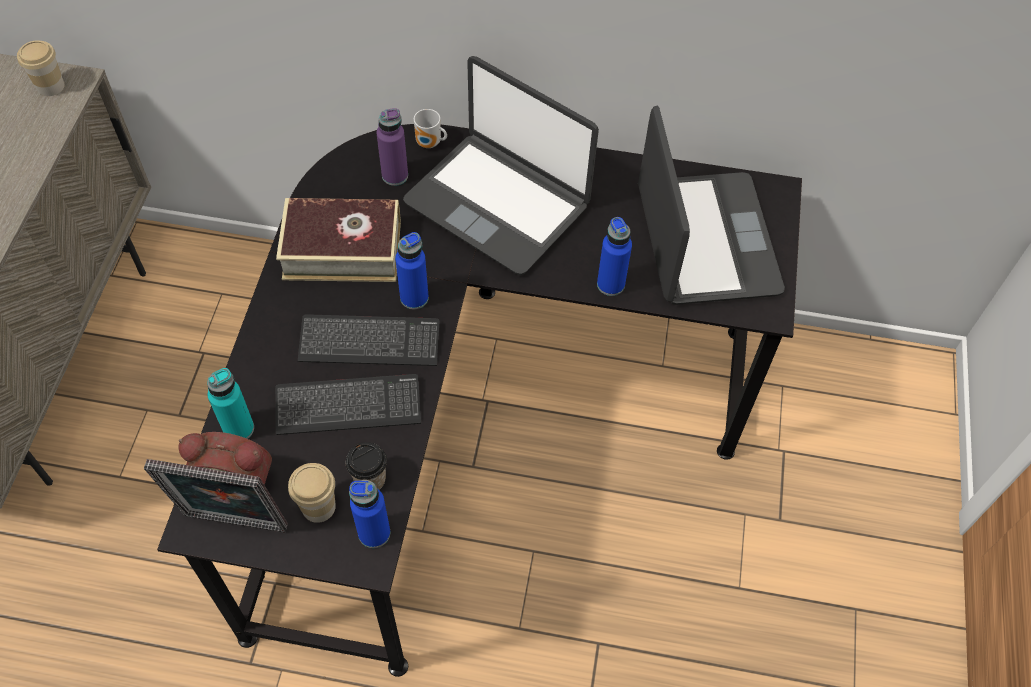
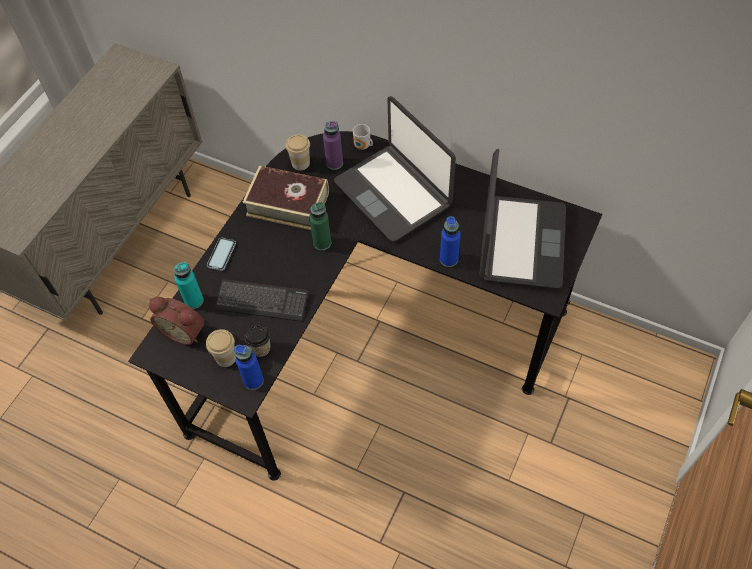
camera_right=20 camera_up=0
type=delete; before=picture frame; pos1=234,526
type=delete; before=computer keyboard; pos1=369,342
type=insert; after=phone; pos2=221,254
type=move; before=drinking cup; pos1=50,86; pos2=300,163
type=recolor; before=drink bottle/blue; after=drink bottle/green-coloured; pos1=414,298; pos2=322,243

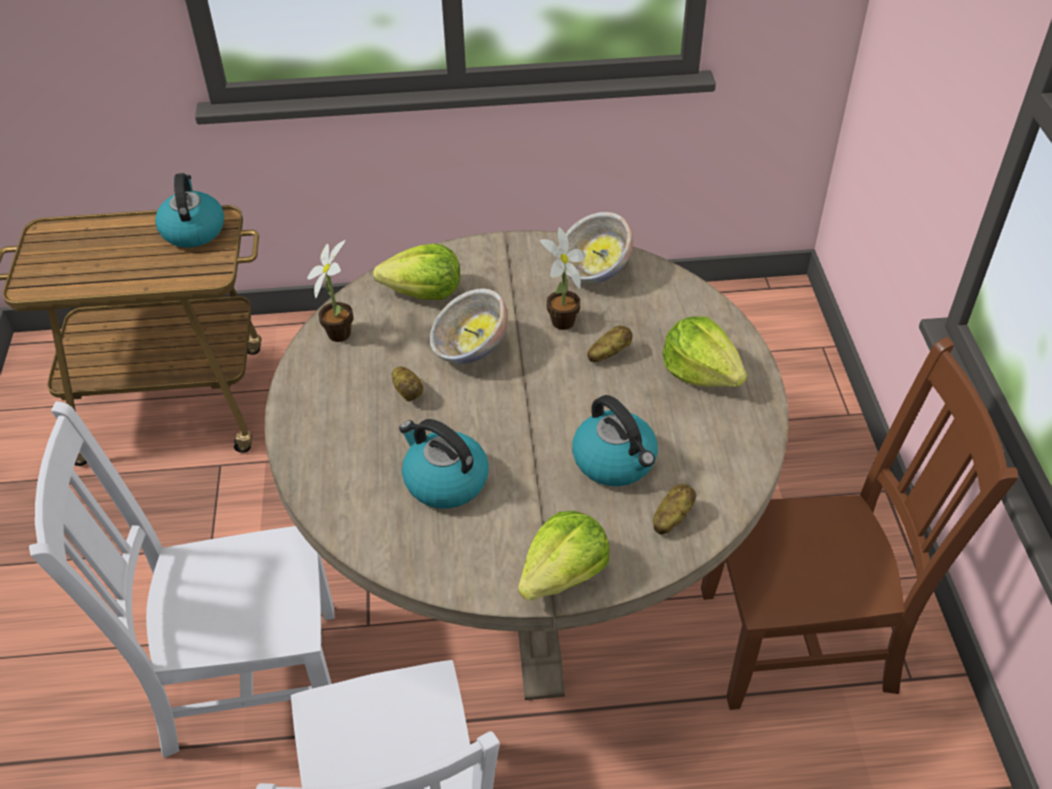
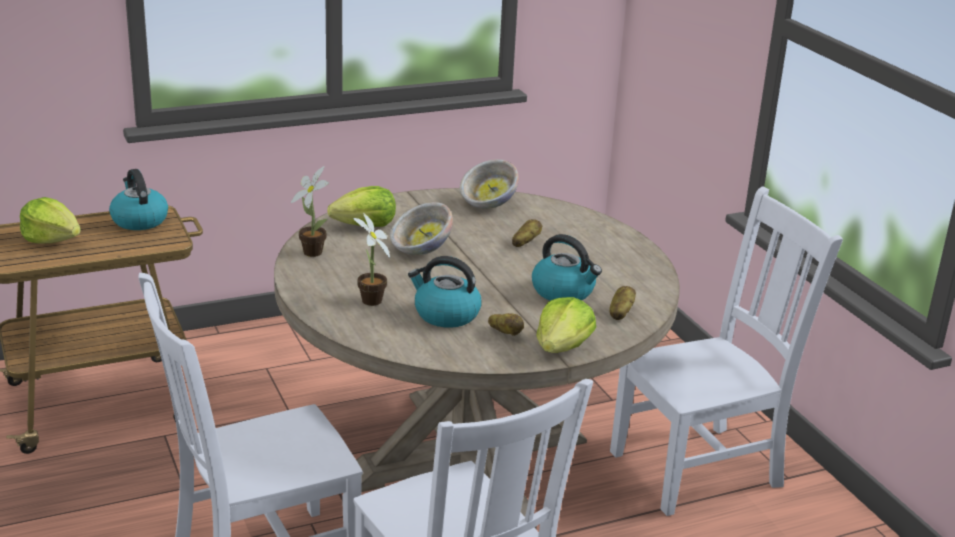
camera_right=-20 camera_up=-20
type=move; before=spud; pos1=408,392; pos2=505,333
type=move; before=houseplant; pos1=560,324; pos2=370,302
type=move; before=lettuce; pos1=701,371; pos2=52,239
type=recolor; before=chair/brown-coloured; after=chair/whitish; pos1=804,639; pos2=701,468

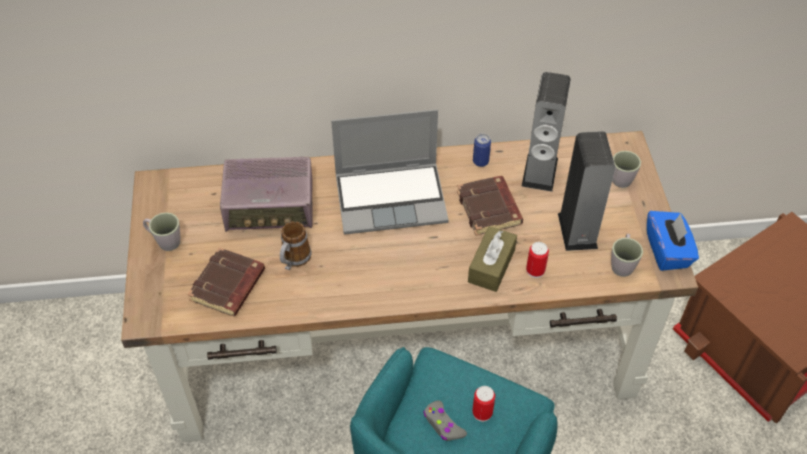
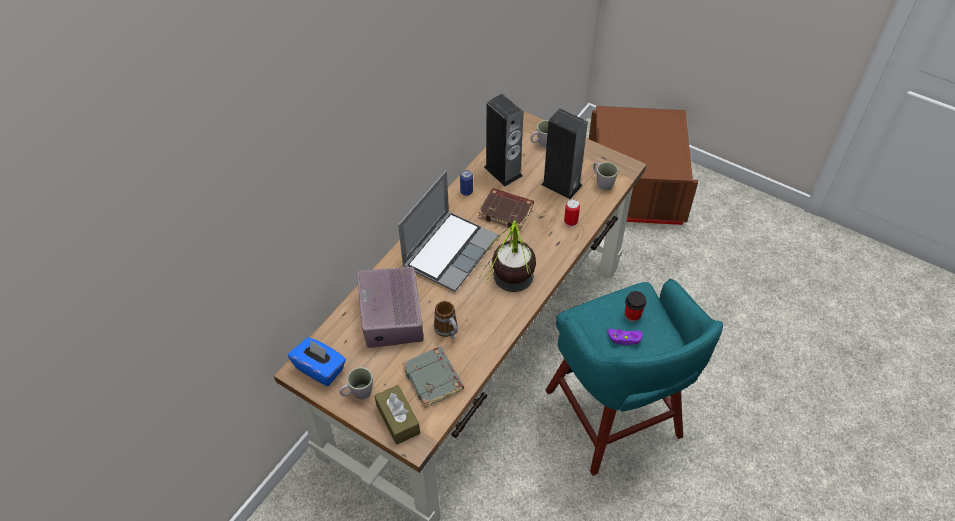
camera_right=-50 camera_up=0
type=insert; after=houseplant; pos2=509,295
type=move; before=tissue box/brown-coloured; pos1=491,266; pos2=398,419
type=move; before=tissue box/blue; pos1=667,251; pos2=320,369
type=replace; before=metal can; after=drinking cup; pos1=482,413; pos2=632,315
type=recolor; before=volume/brown-coloured; after=volume/greyish; pos1=228,286; pos2=434,379
type=recolor; before=joypad/greyish; after=joypad/purple-coloured; pos1=443,425; pos2=624,338
type=rotate; before=radio; pos1=270,207; pos2=391,317; turn=135

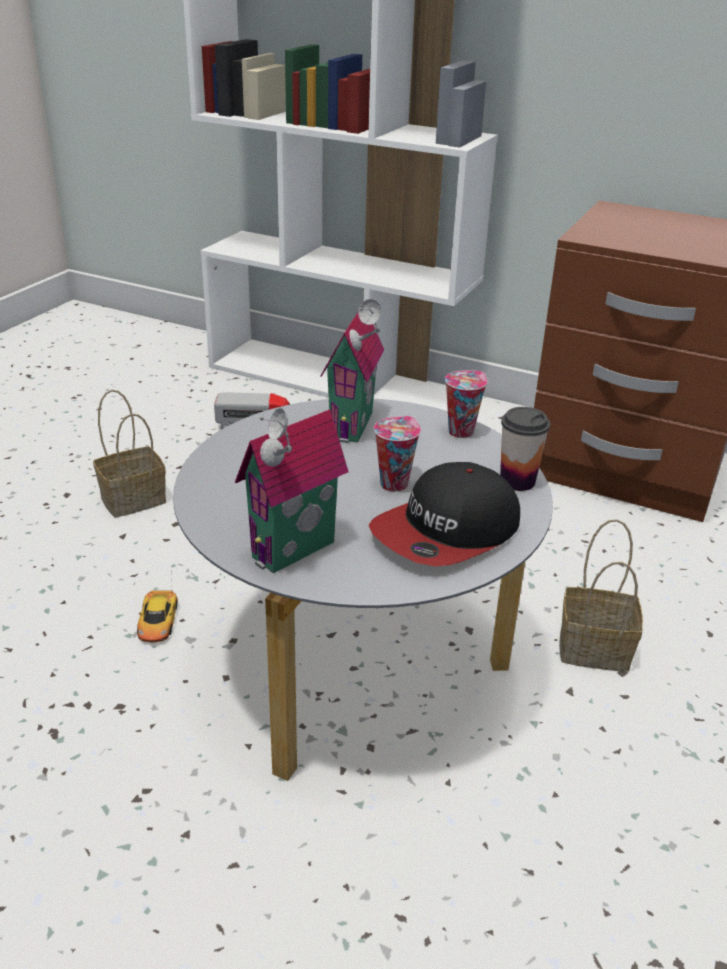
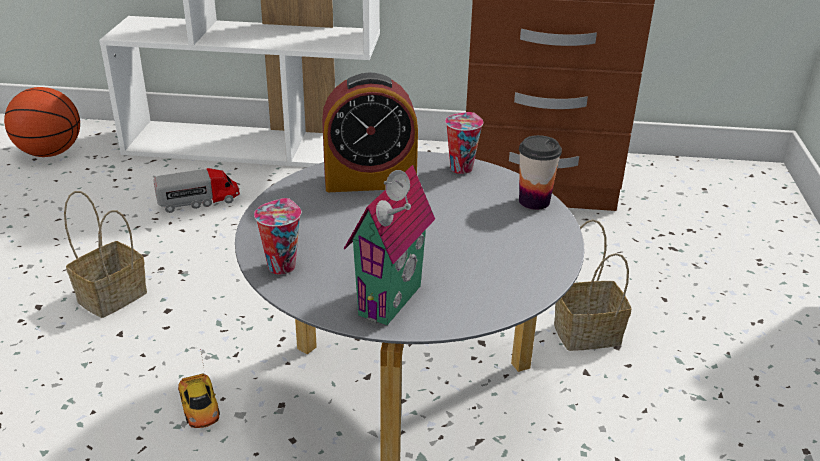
camera_right=-20 camera_up=0
type=delete; before=cap; pos1=447,532
type=insert; after=ball for basketball; pos2=50,153
type=move; before=drinking cup; pos1=394,483; pos2=281,265
type=replace; before=toy house; after=table clock; pos1=356,426; pos2=370,180

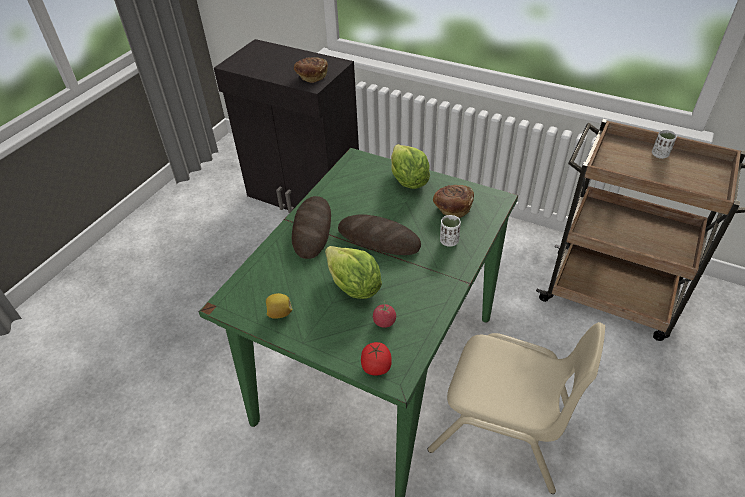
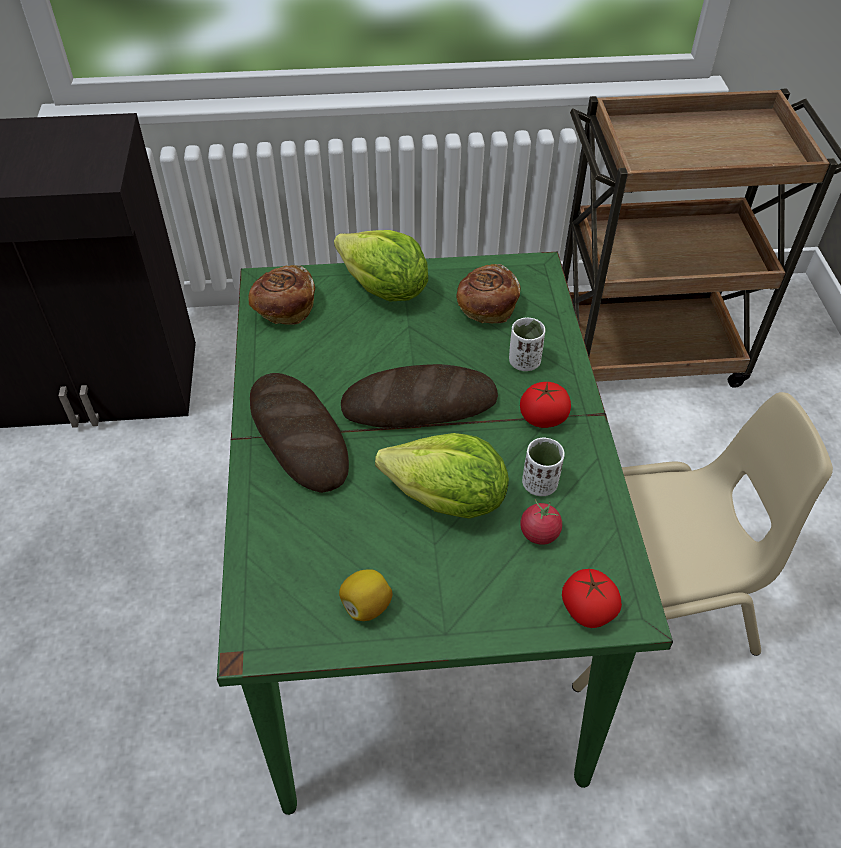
camera_right=-35 camera_up=5
type=insert; after=tomato; pos2=543,418
type=move; before=bread; pos1=311,76; pos2=284,309
type=move; before=drinking cup/whitish; pos1=660,155; pos2=539,484

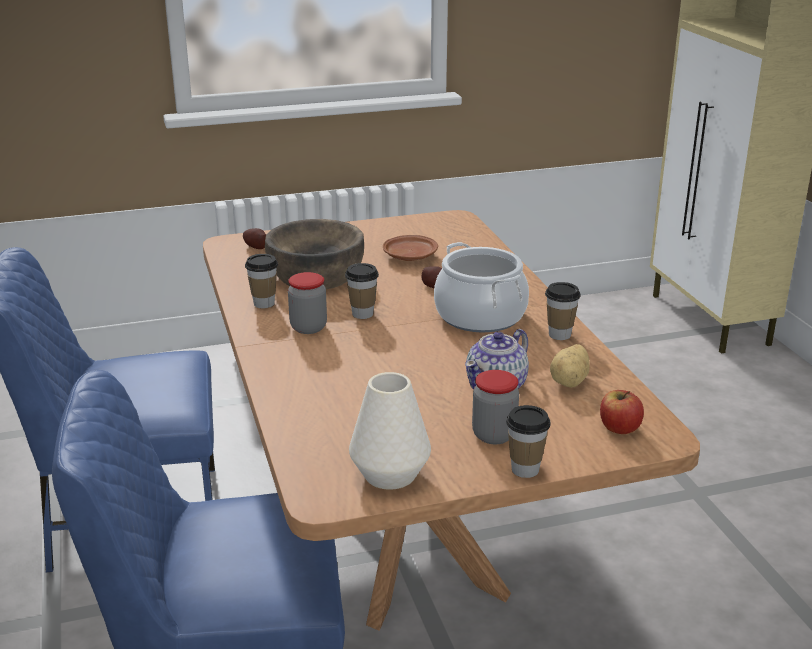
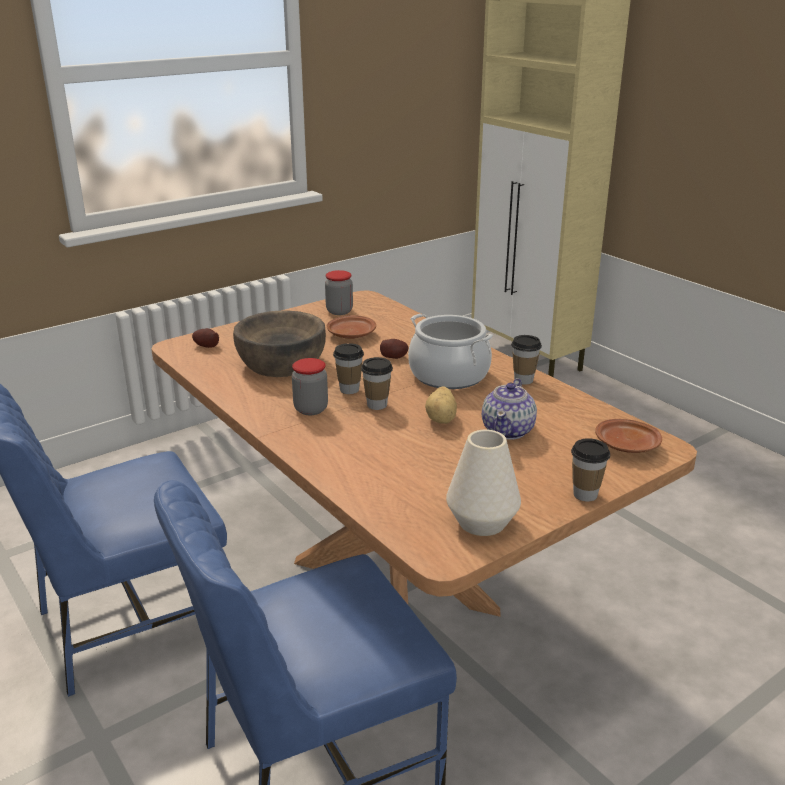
camera_right=-20 camera_up=0
type=move; before=drinking cup; pos1=264,303; pos2=377,405
type=move; before=storage jar; pos1=494,435; pos2=339,311
type=move; before=spud; pos1=570,381; pos2=442,419
type=replace; before=whole apple; after=flat dish/brown-coloured; pos1=619,428; pos2=627,446

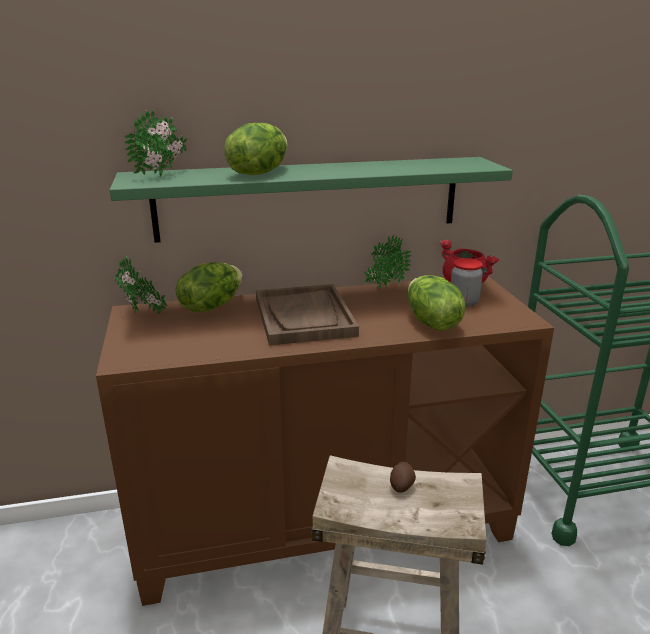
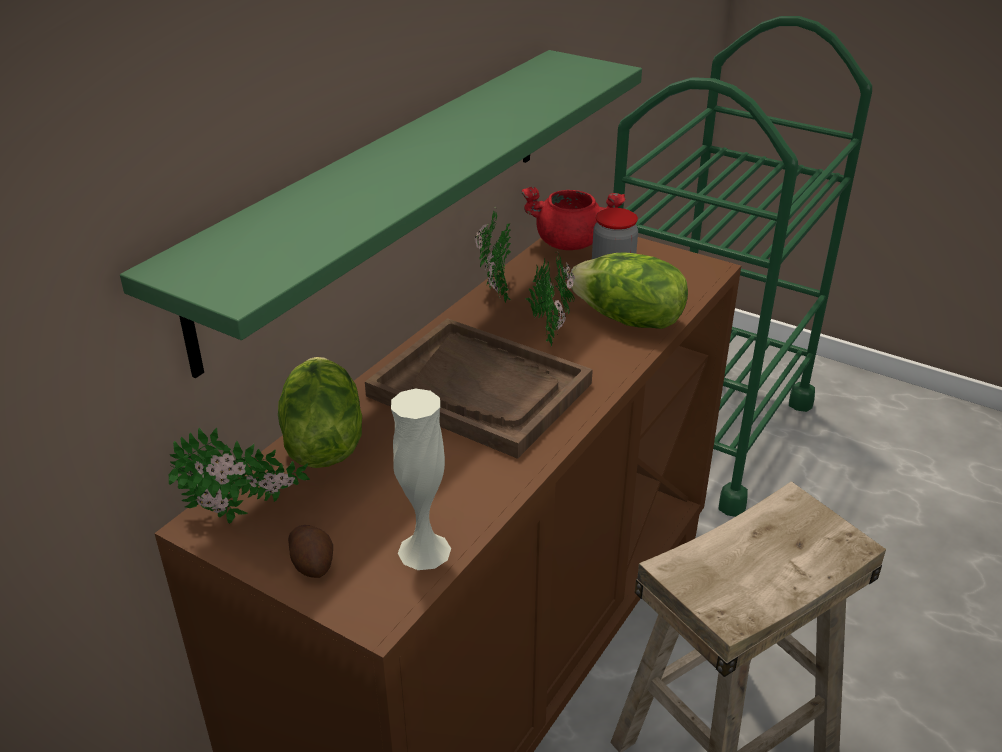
camera_right=-45 camera_up=10
type=delete; before=lettuce; pos1=258,173
type=insert; after=decorative vase/whitish; pos2=424,550
type=move; before=houseplant; pos1=163,175; pos2=548,329
type=move; before=spud; pos1=402,484; pos2=312,562

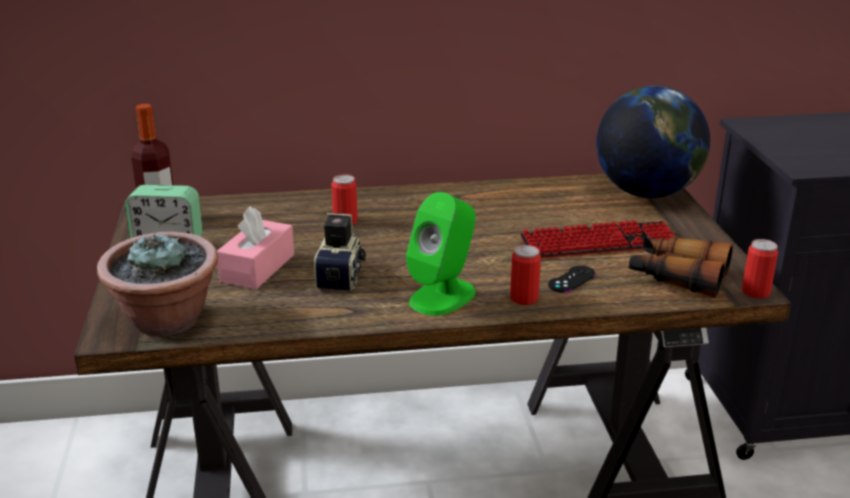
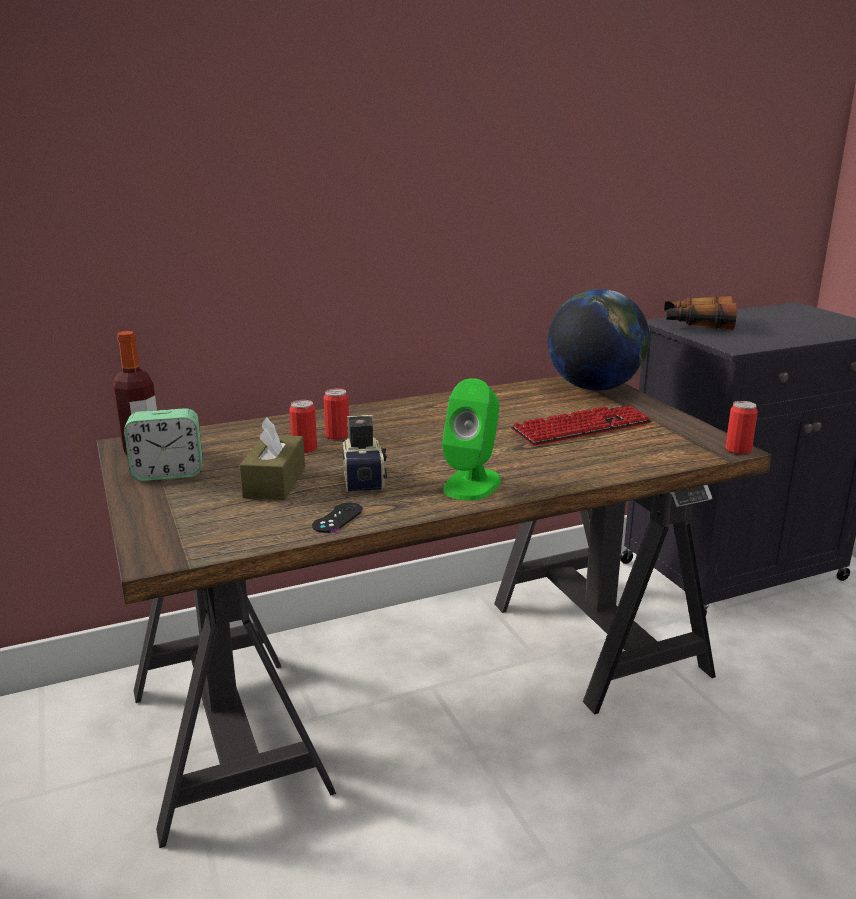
camera_right=-15 camera_up=-5
type=delete; before=houseplant; pos1=167,321
type=move; before=metal can; pos1=524,298; pos2=304,448
type=move; before=joypad/blackish; pos1=571,279; pos2=337,518
type=move; before=pair of binoculars; pos1=677,276; pos2=696,324
type=recolor; before=tissue box/pinkish; after=tissue box/brown-coloured; pos1=257,268; pos2=275,482

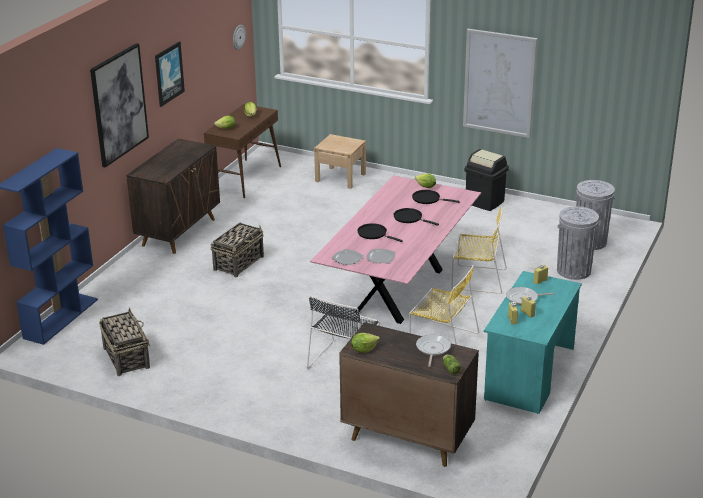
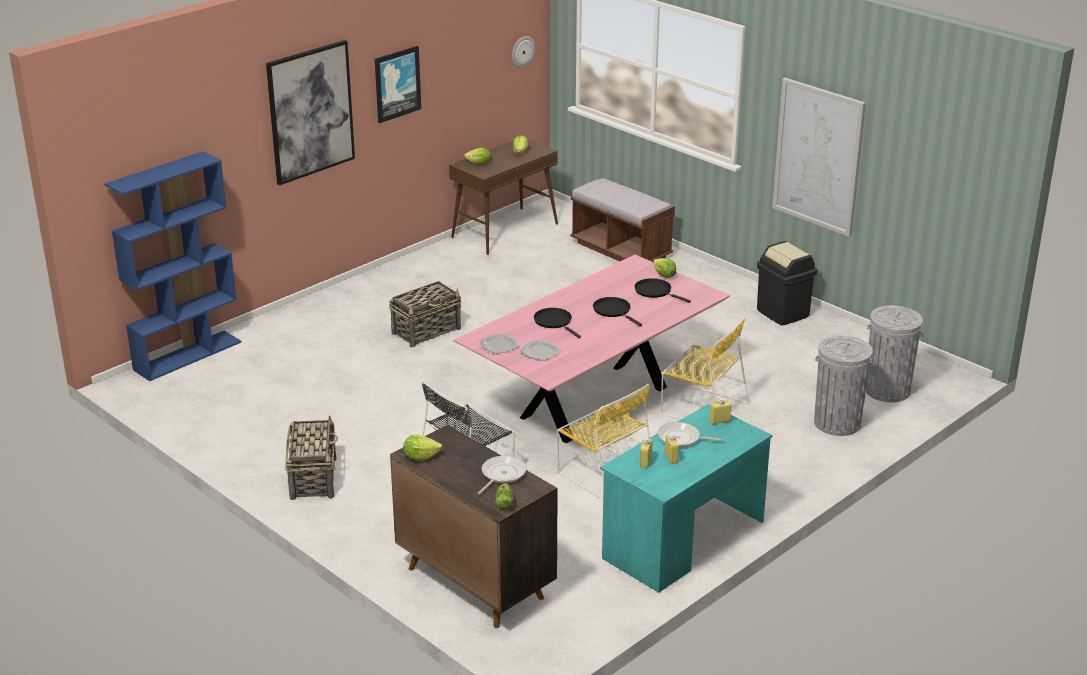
camera_right=20 camera_up=0
type=delete; before=cabinet/brown-coloured; pos1=179,232
type=move; before=basket; pos1=126,357; pos2=313,478
type=replace; before=bedside table/beige; after=indoor bench/brown-coloured; pos1=340,177; pos2=621,250

